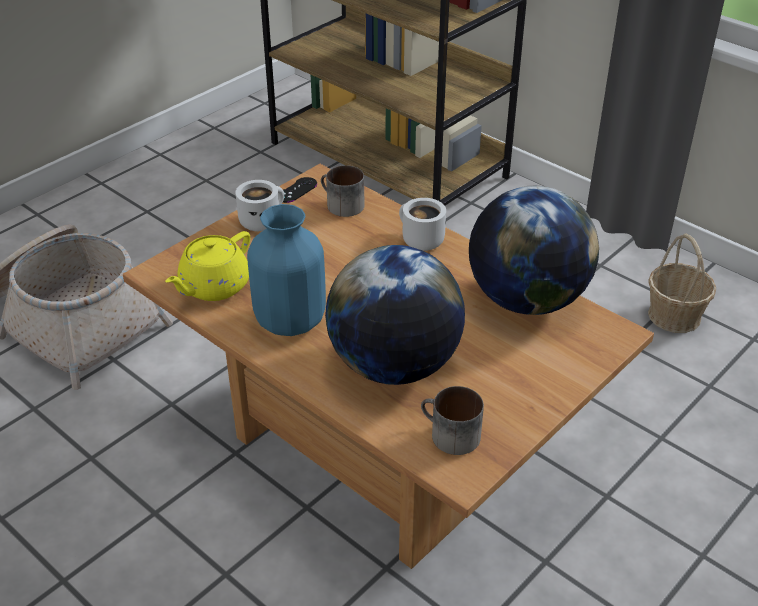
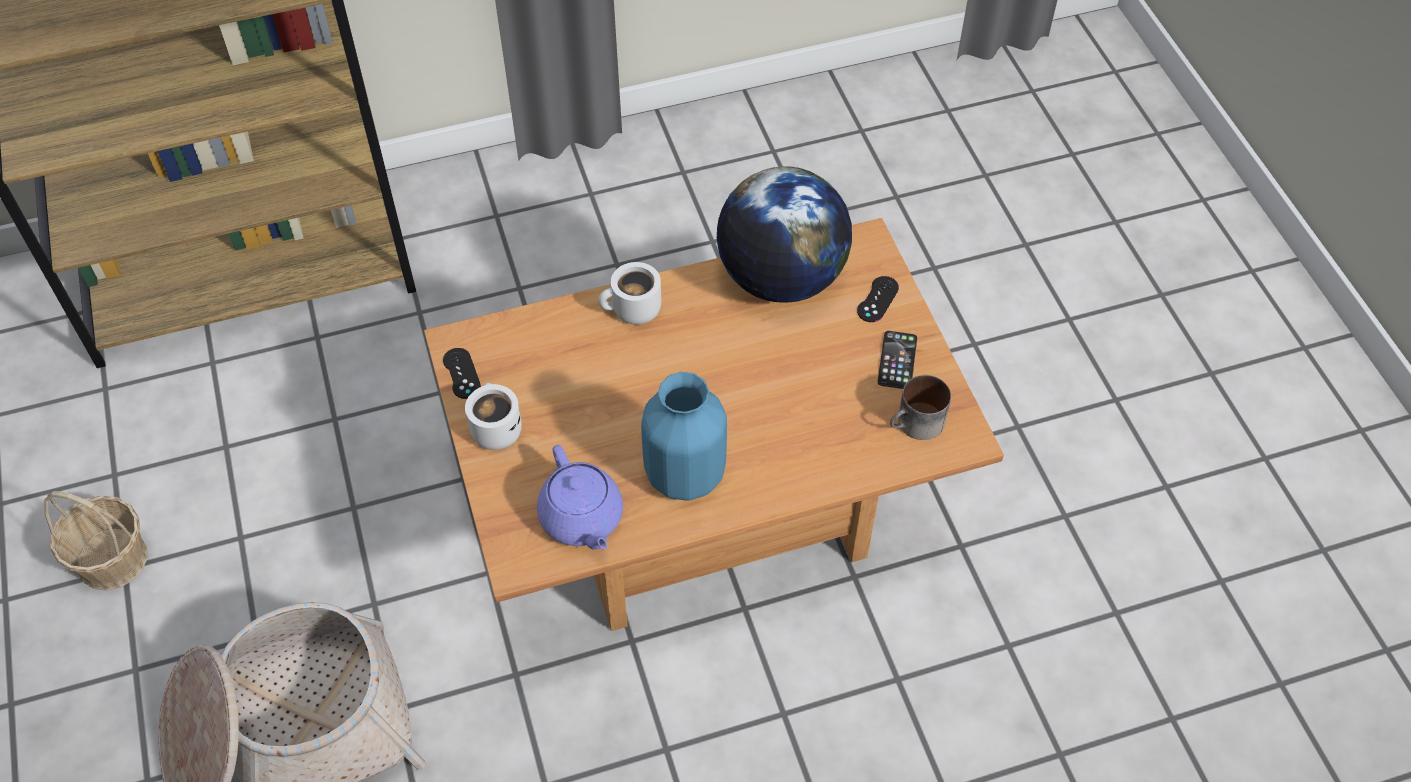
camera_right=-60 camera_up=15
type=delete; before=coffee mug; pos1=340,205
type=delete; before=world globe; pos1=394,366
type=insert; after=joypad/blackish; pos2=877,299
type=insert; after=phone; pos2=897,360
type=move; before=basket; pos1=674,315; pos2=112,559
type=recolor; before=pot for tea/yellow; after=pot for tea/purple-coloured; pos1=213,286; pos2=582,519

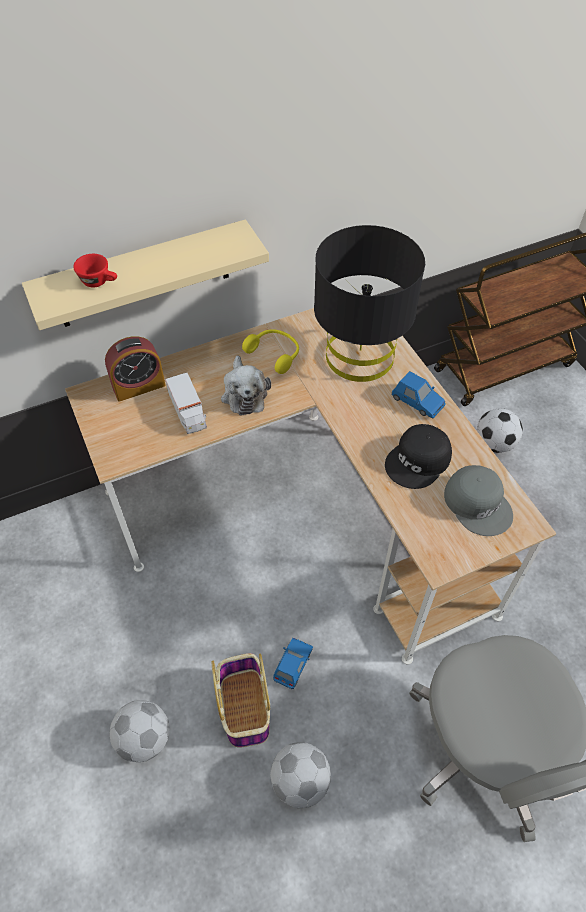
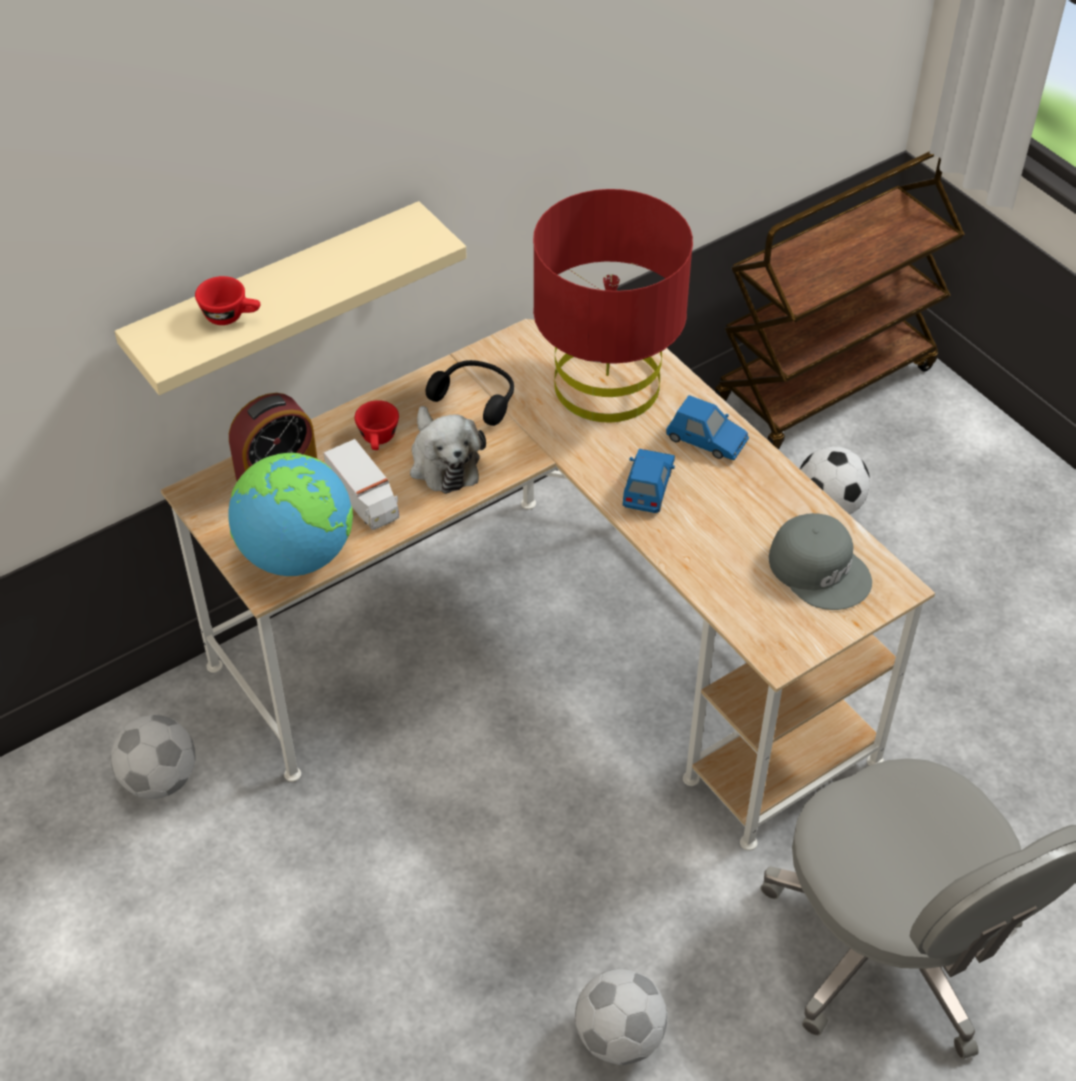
camera_right=-10 camera_up=-5
type=delete; before=basket; pos1=244,707
type=delete; before=cap/blackish; pos1=419,461
type=insert; after=world globe; pos2=296,554
type=insert; after=drinking cup/reddish; pos2=378,440
type=move; before=football; pos1=144,738; pos2=159,778
type=move; before=miniature car/blue; pos1=293,664; pos2=648,486
type=recolor; before=pair of headphones/yellow; after=pair of headphones/blackish; pos1=275,354; pos2=476,397
type=recolor; before=tabletop lamp/blackish; after=tabletop lamp/reddish; pos1=360,356; pos2=607,384

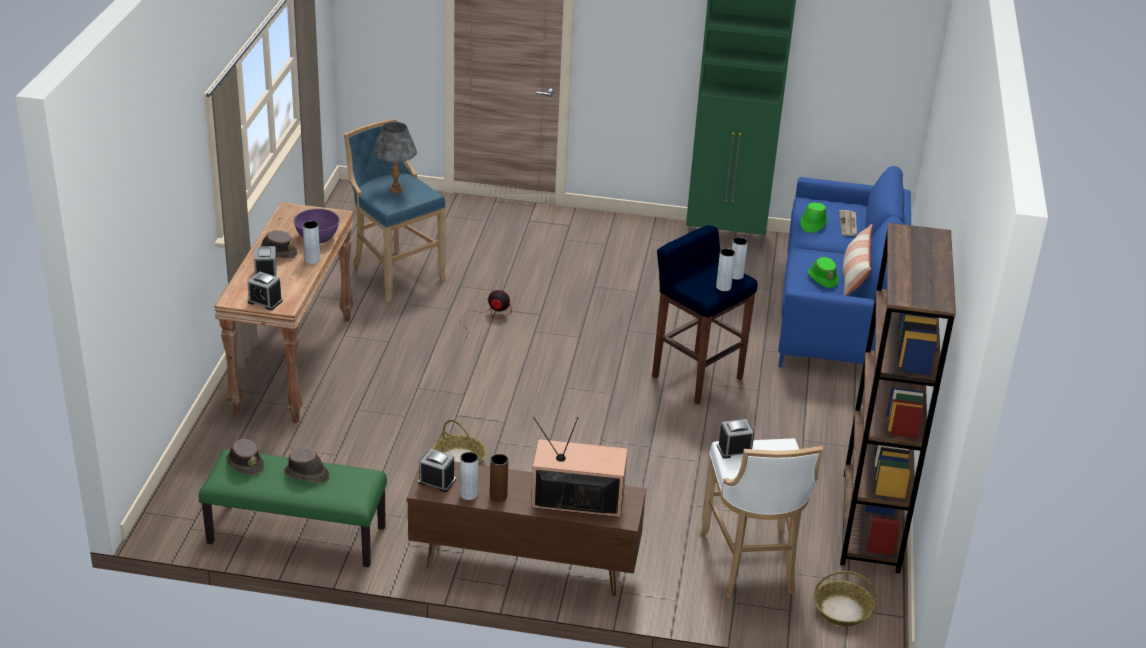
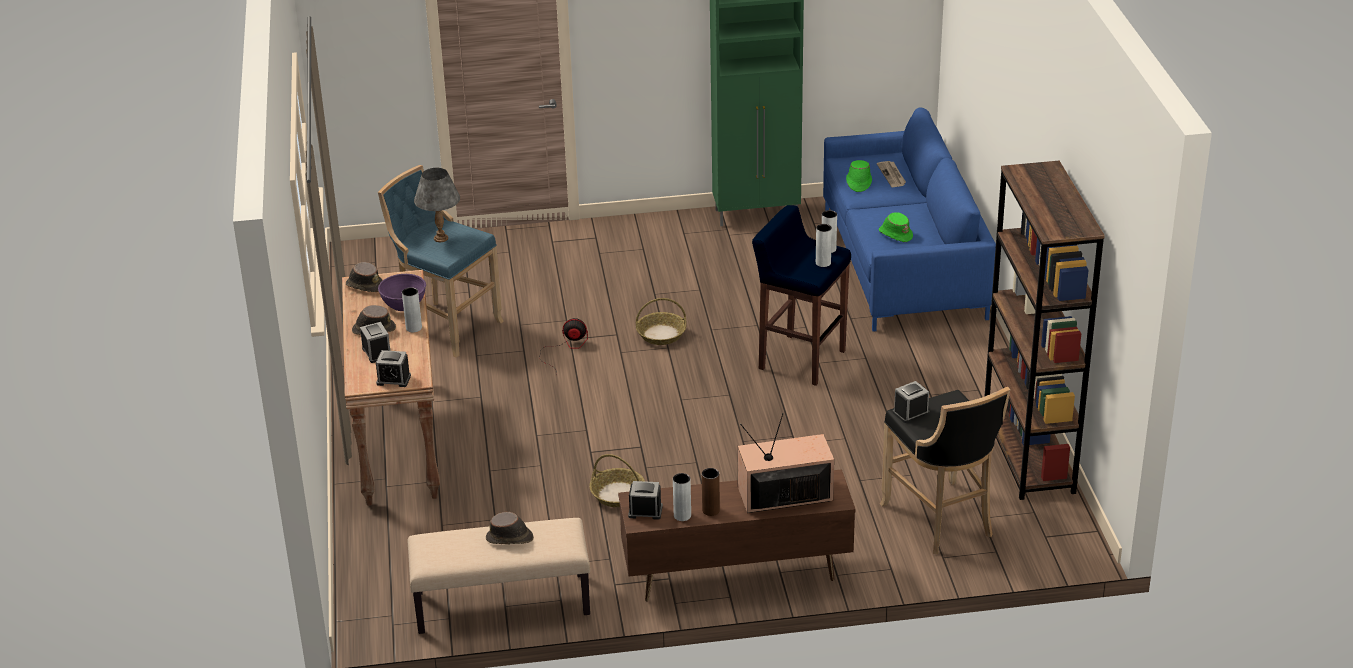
camera_right=-15 camera_up=0
type=delete; before=pillow; pos1=854,275
type=move; before=clothing hat/brown-coloured; pos1=245,463; pos2=364,285
type=move; before=basket; pos1=842,610; pos2=661,334
type=recolor; before=indoor bench/green-coloured; after=indoor bench/beige; pos1=296,536; pos2=501,604
type=recolor; before=stool/whitish; after=stool/blackish; pos1=751,565; pos2=941,521

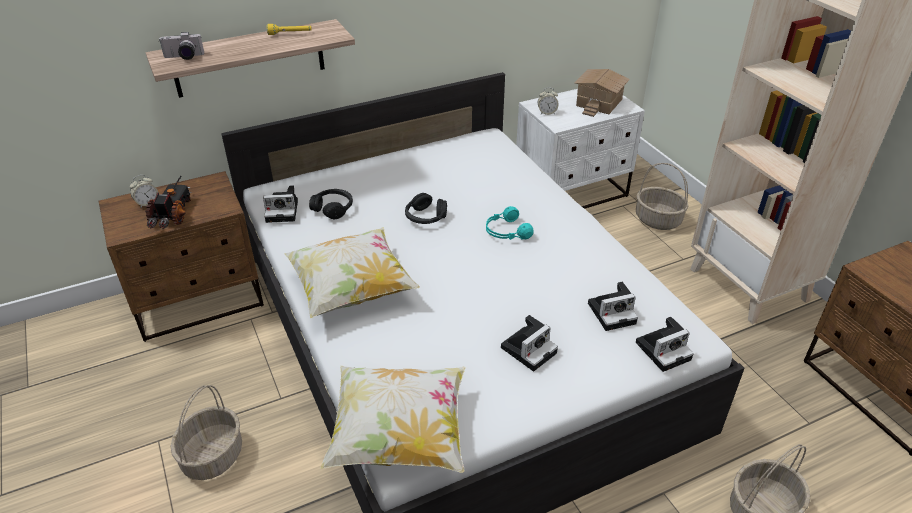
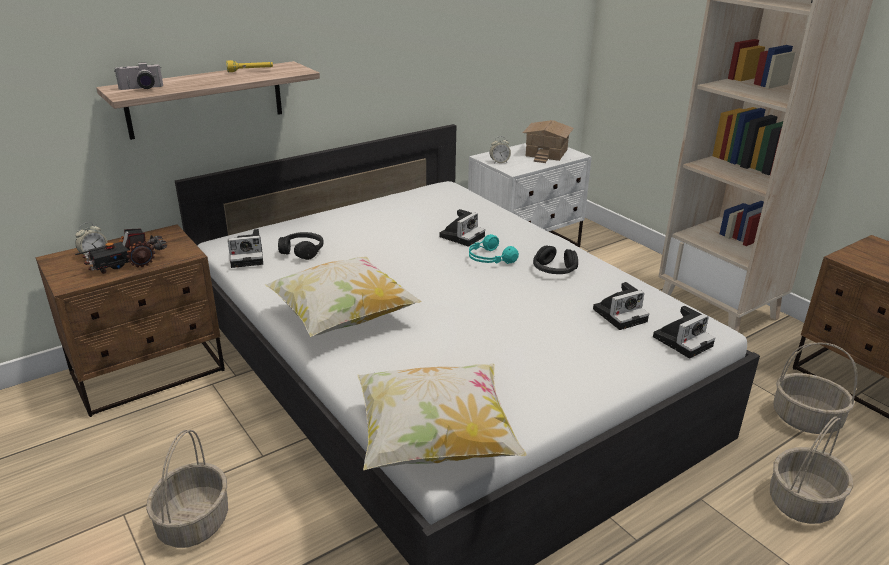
camera_right=-10 camera_up=-10
type=move; before=pair of headphones/blackish; pos1=425,217; pos2=554,270
type=move; before=still camera; pos1=529,349; pos2=462,236
type=move; before=basket; pos1=657,220; pos2=805,419
type=rotate; before=toy lorry; pos1=173,215; pos2=126,264; turn=-120

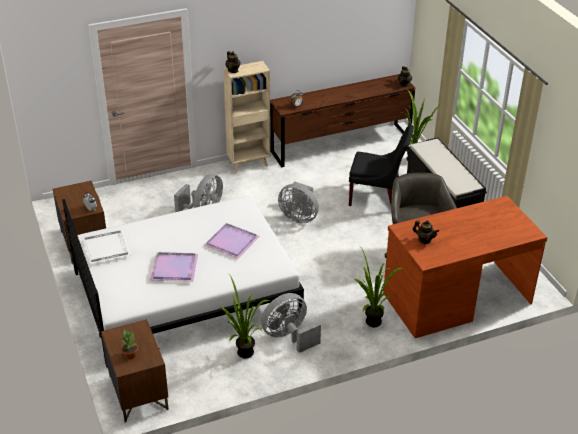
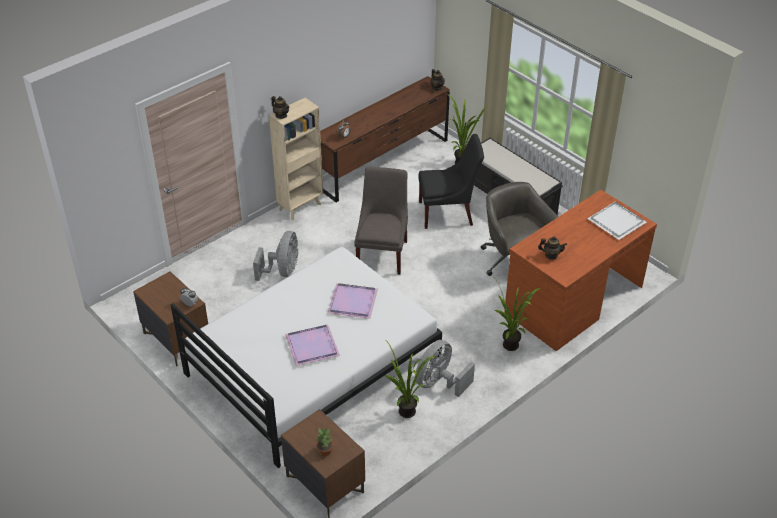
camera_right=-20 camera_up=5
type=move; before=tray/whitish; pos1=105,248; pos2=615,221
type=replace; before=electric fan/greyish; after=chair/greyish; pos1=299,217; pos2=382,253

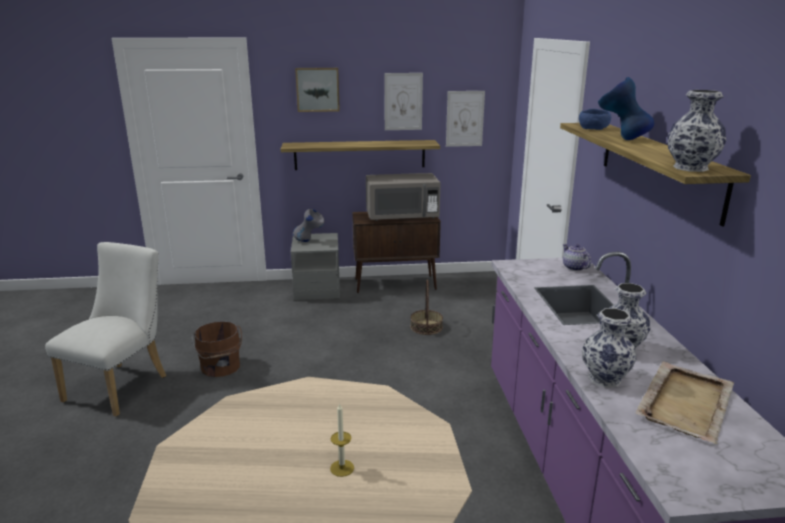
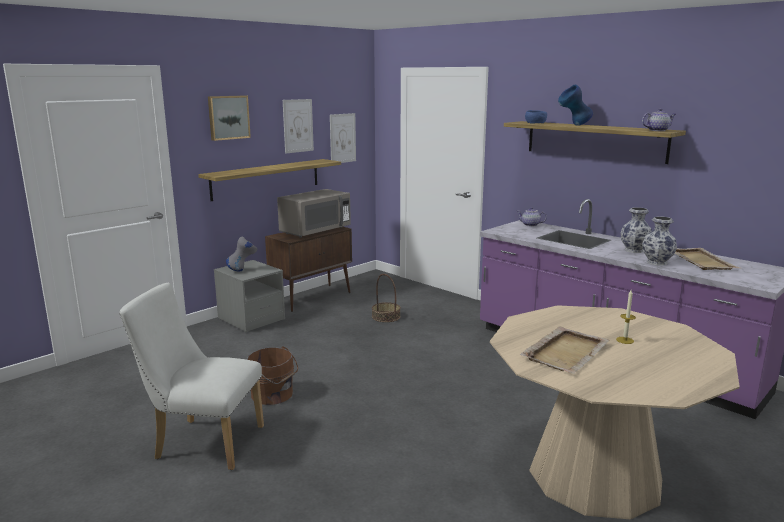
camera_right=-40 camera_up=-5
type=insert; after=tray/beige; pos2=566,352
type=replace; before=decorative vase; after=pot for tea; pos1=690,167; pos2=657,130
type=rotate; before=chair/whitish; pos1=122,385; pos2=202,442; turn=-60

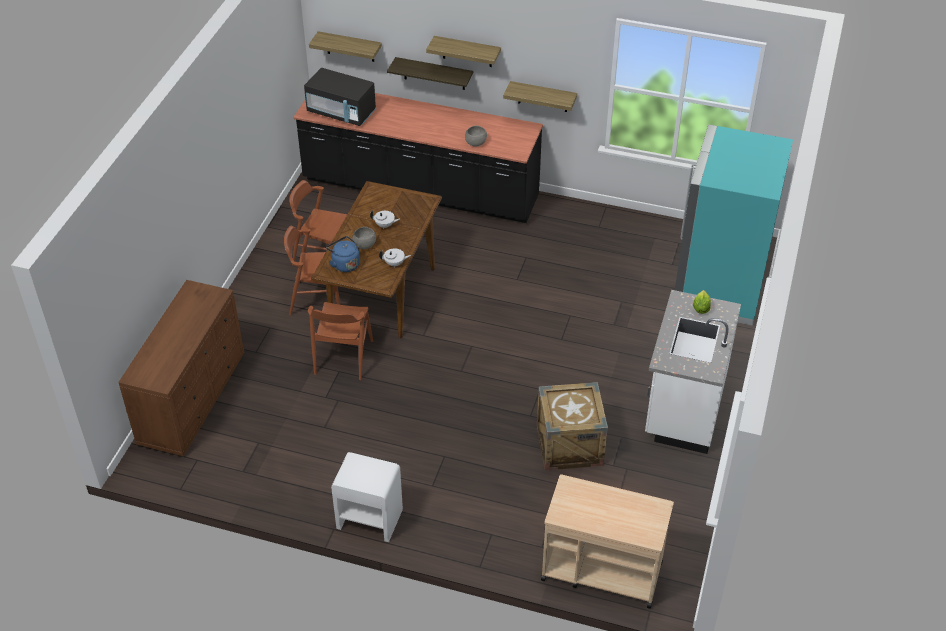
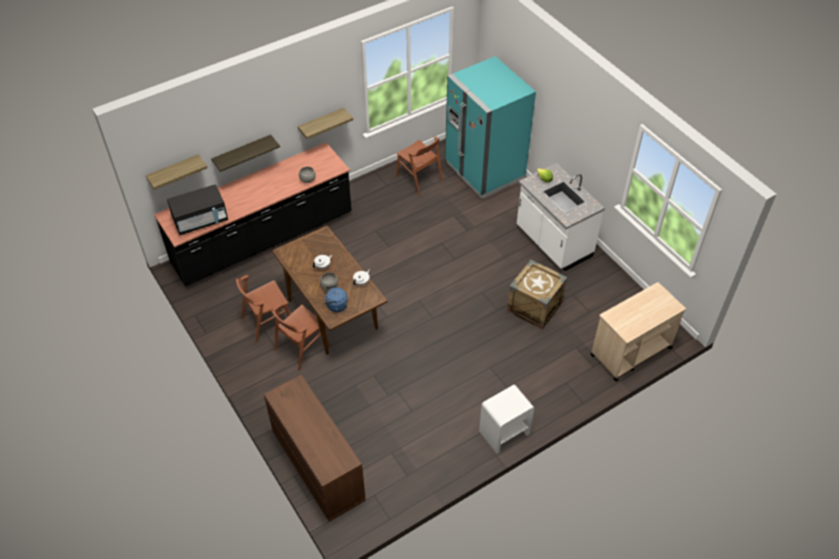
camera_right=-50 camera_up=5
type=delete; before=wall shelf; pos1=467,51
type=move; before=chair/brown-coloured; pos1=343,357; pos2=419,179

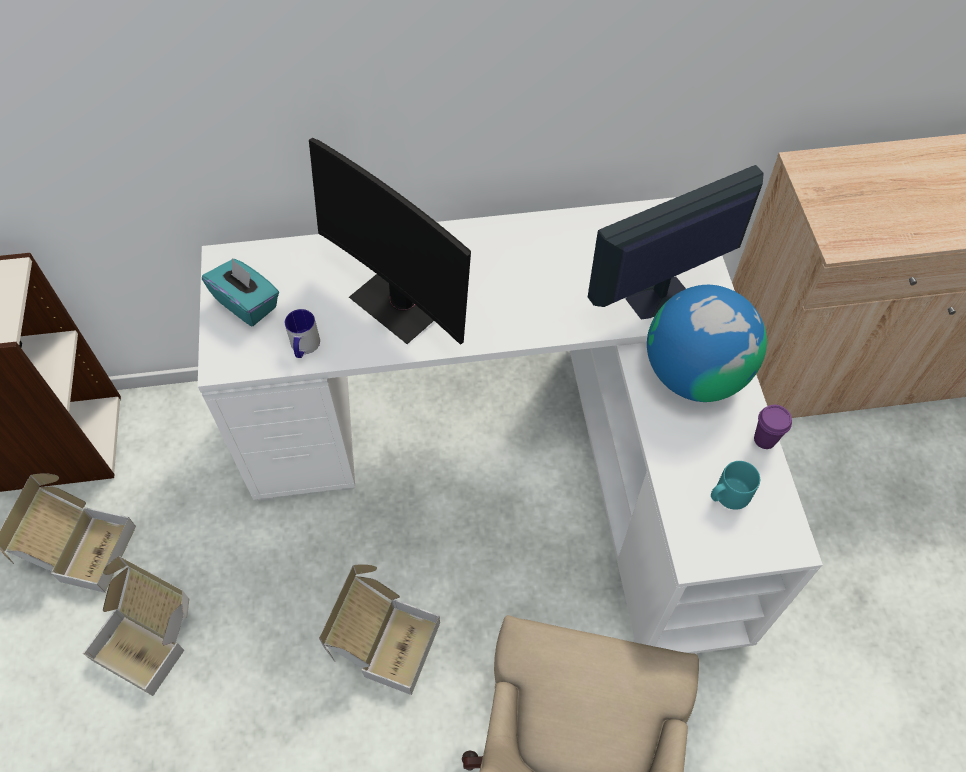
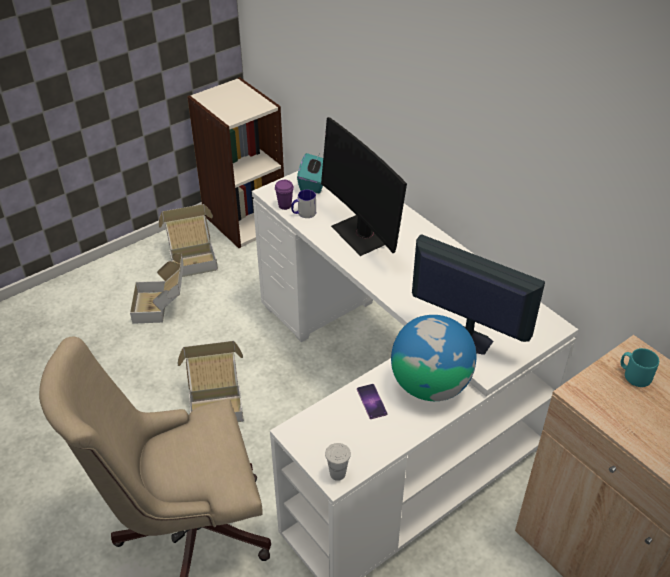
camera_right=60 camera_up=-15
type=insert; after=drinking cup/whitish; pos2=337,473
type=insert; after=phone; pos2=371,401
type=move; before=coffee mug/turquoise-coloured; pos1=728,495; pos2=634,375
type=move; before=drinking cup/purple-coloured; pos1=764,439; pos2=285,205
type=rotate; before=monitor; pos1=401,302; pos2=363,234; turn=-45

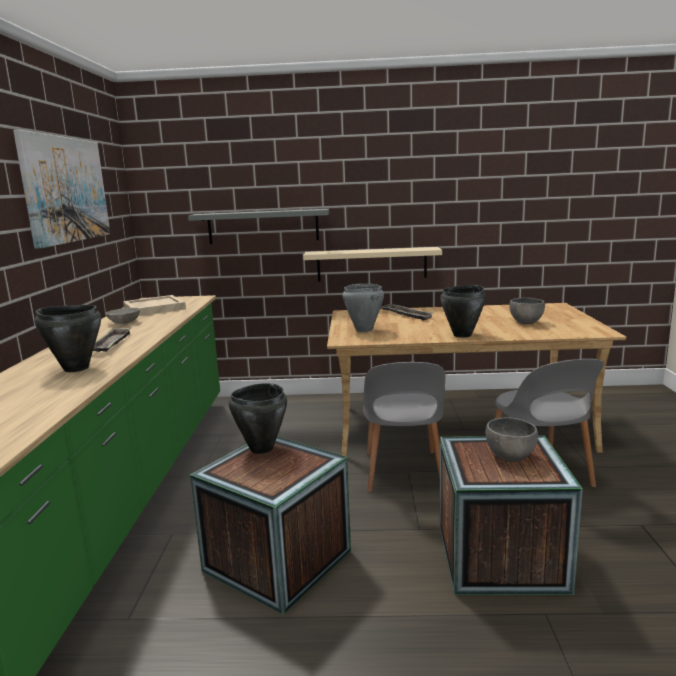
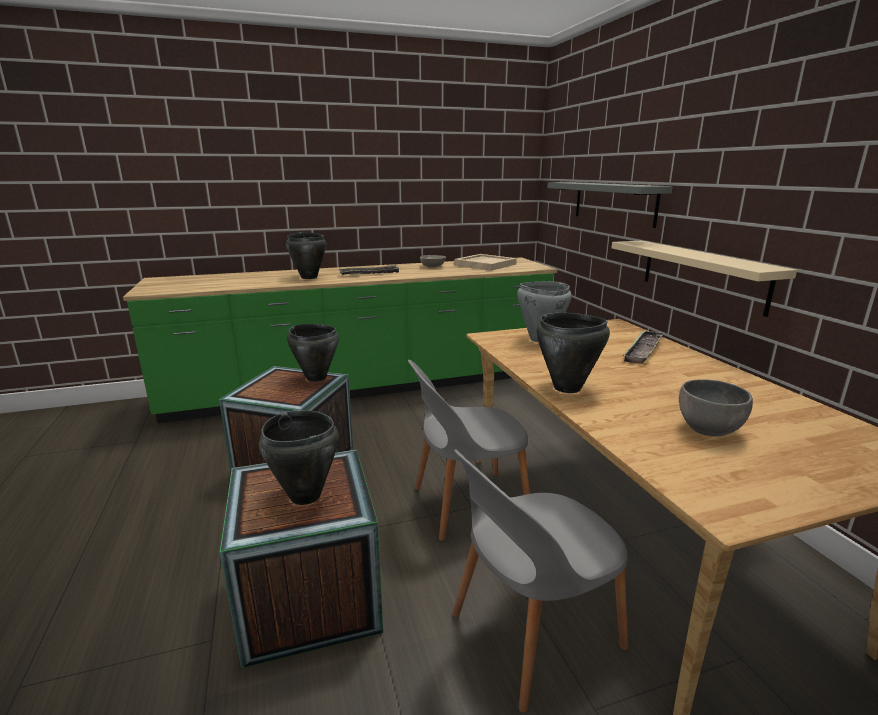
camera_right=70 camera_up=5
type=delete; before=wall picture; pos1=66,190
type=replace; before=serving bowl/greyish; after=saucepot/blackish; pos1=510,457; pos2=305,496

